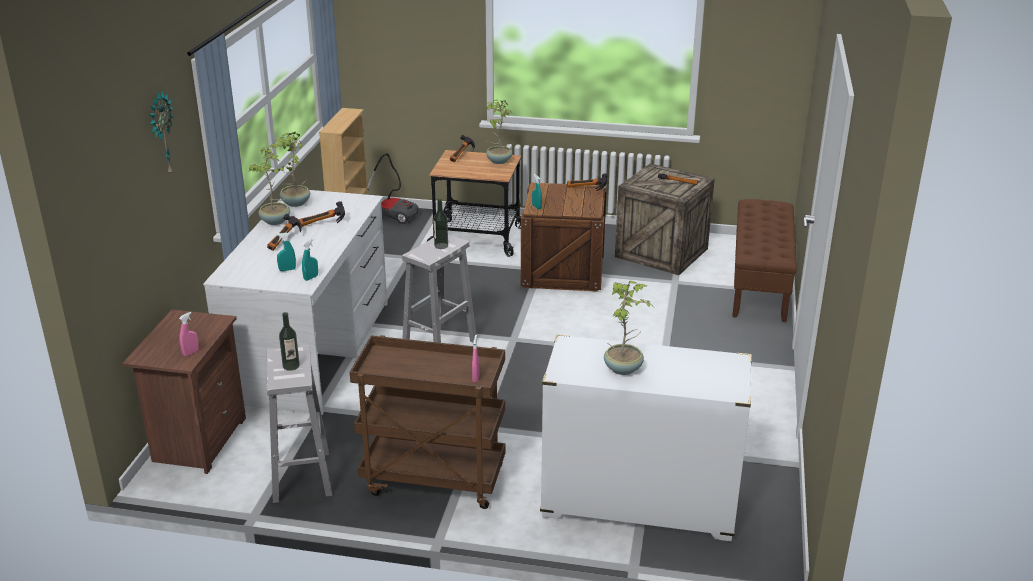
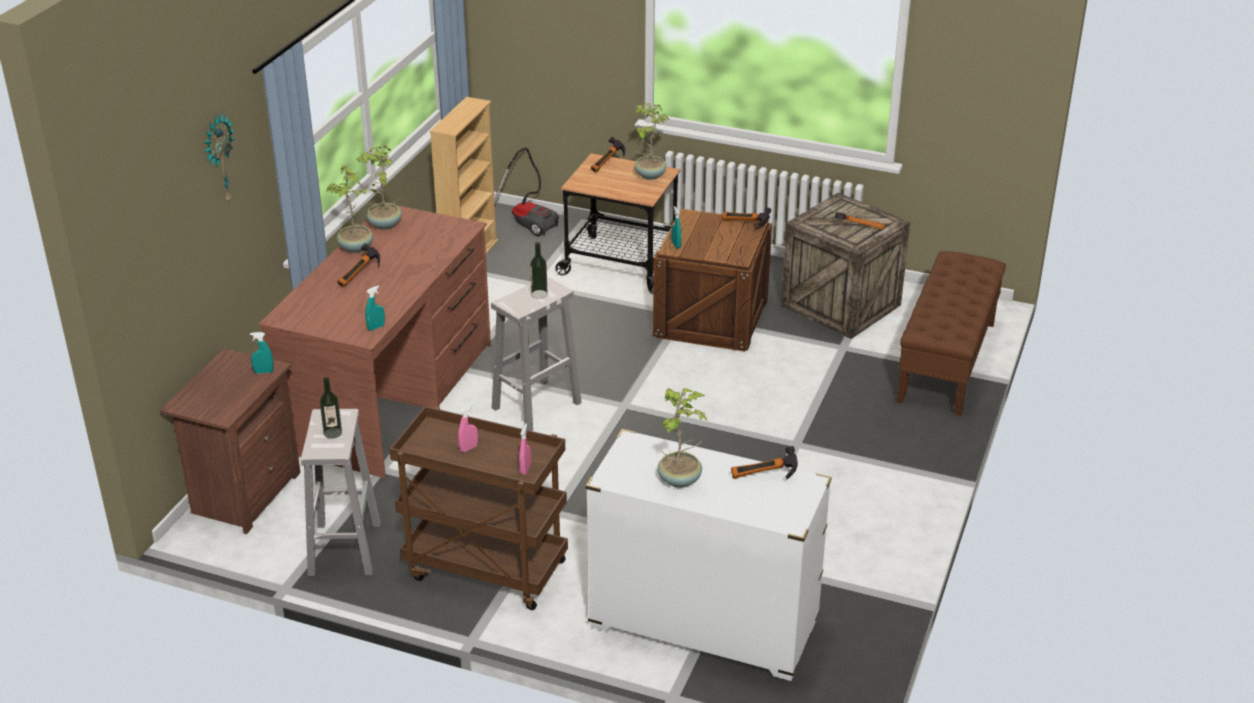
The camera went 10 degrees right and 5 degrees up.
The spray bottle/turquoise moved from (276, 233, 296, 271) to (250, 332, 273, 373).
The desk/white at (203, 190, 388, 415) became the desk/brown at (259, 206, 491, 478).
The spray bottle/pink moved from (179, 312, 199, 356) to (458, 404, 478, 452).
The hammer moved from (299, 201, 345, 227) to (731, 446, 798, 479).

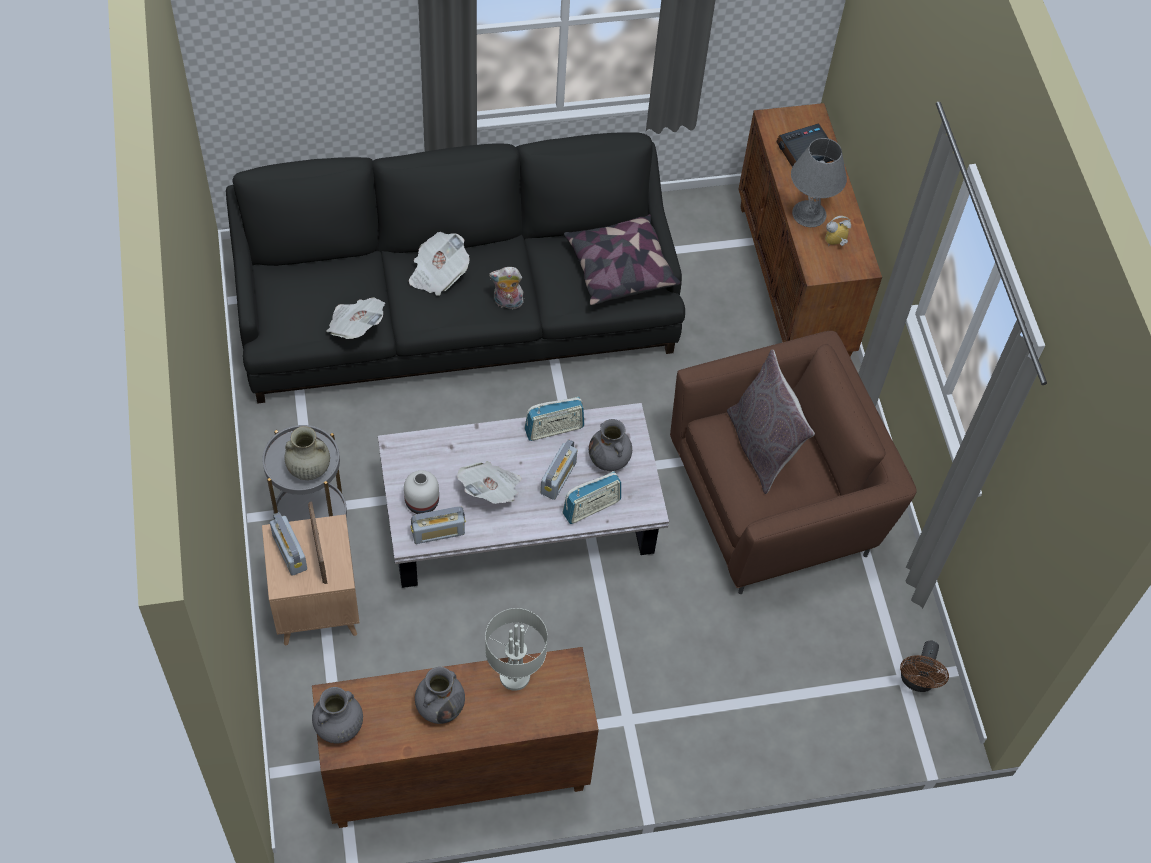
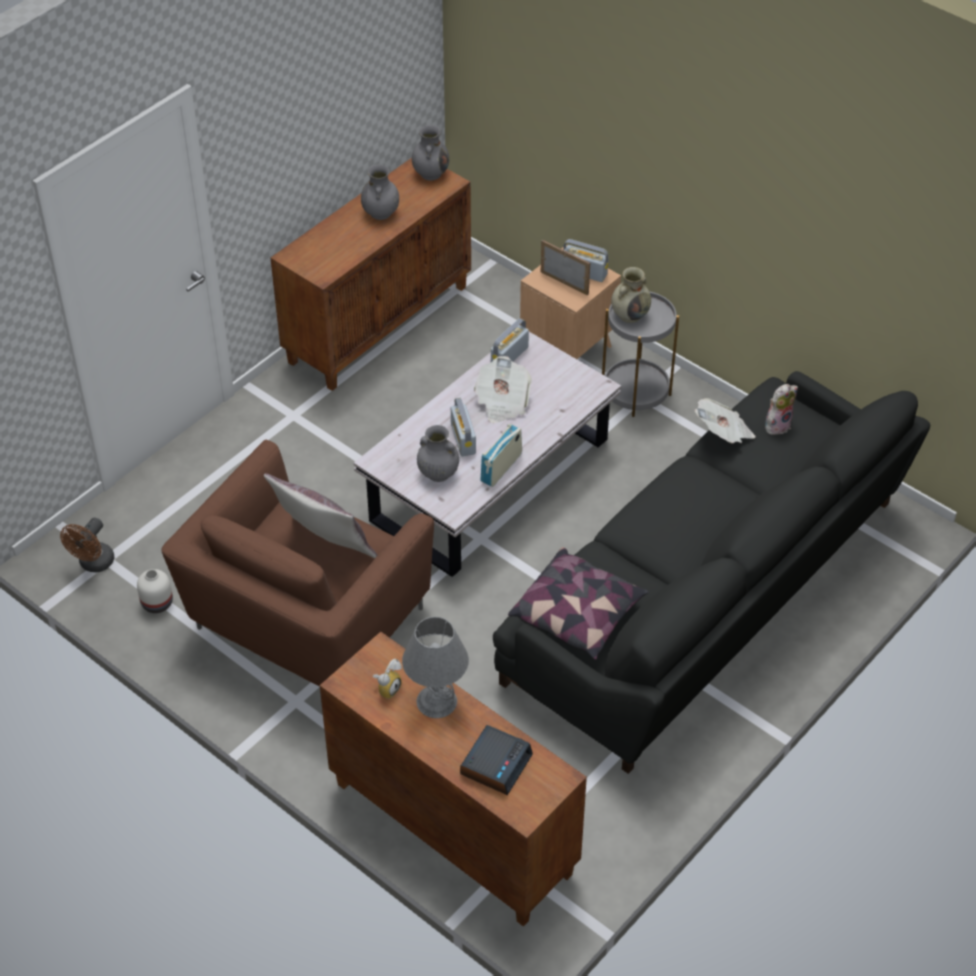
The camera went 145 degrees right and 10 degrees down.
The fan/brown at (900, 640, 949, 692) turned 135 degrees counterclockwise.
The vase/white moved from (404, 470, 439, 514) to (137, 569, 173, 613).
The plush toy moved from (489, 267, 524, 309) to (765, 384, 798, 435).
The newspaper at (409, 232, 470, 296) disappeared.
The table lamp/grey at (485, 608, 548, 691) disappeared.
The radio at (562, 471, 621, 524) disappeared.

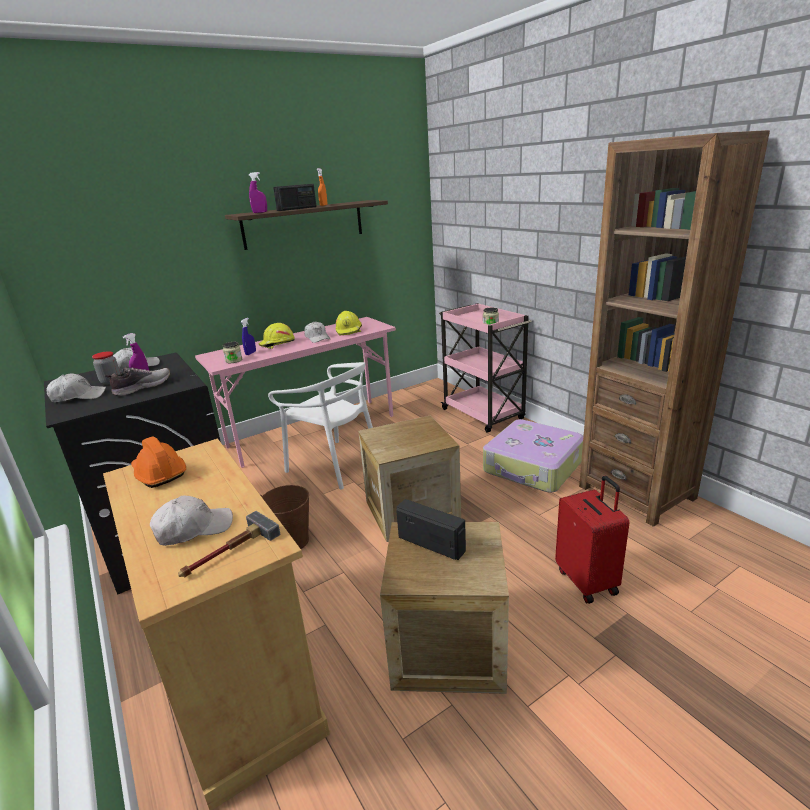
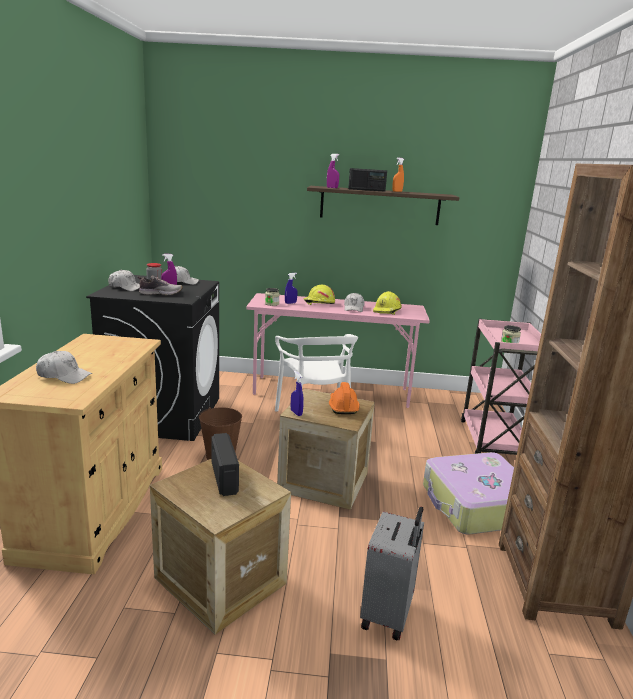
The camera went 35 degrees right and 5 degrees down.
The spray bottle/blue at (291, 371, 304, 416) appeared.
The hard hat/orange moved from (131, 437, 186, 488) to (329, 382, 360, 414).
The suitcase/red at (555, 476, 630, 604) became the suitcase/grey at (360, 507, 424, 641).
The hammer at (178, 511, 280, 577) disappeared.

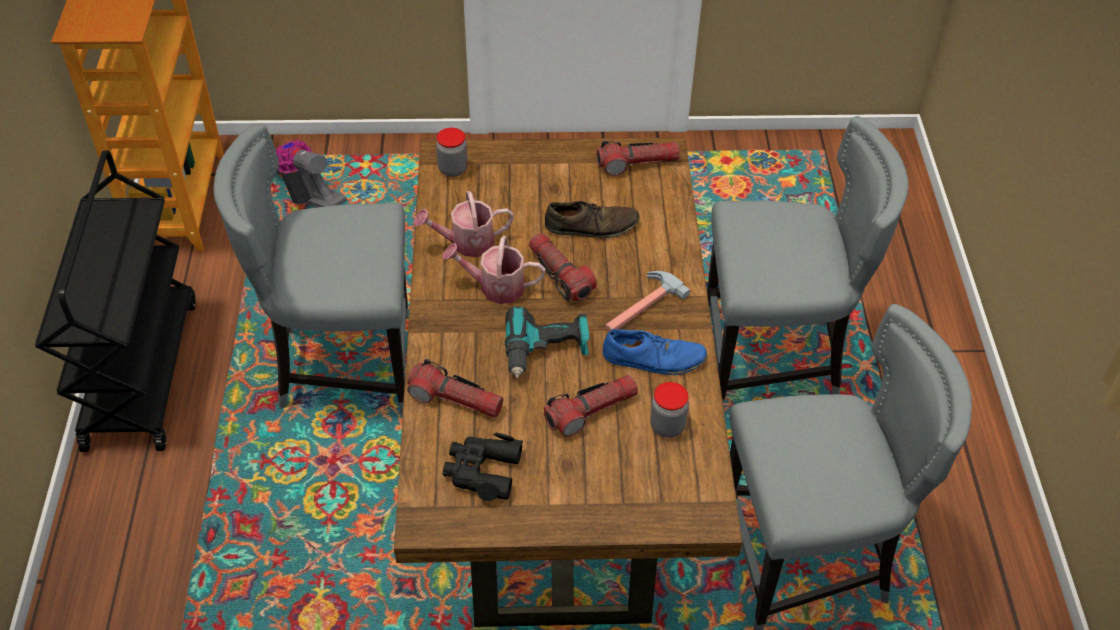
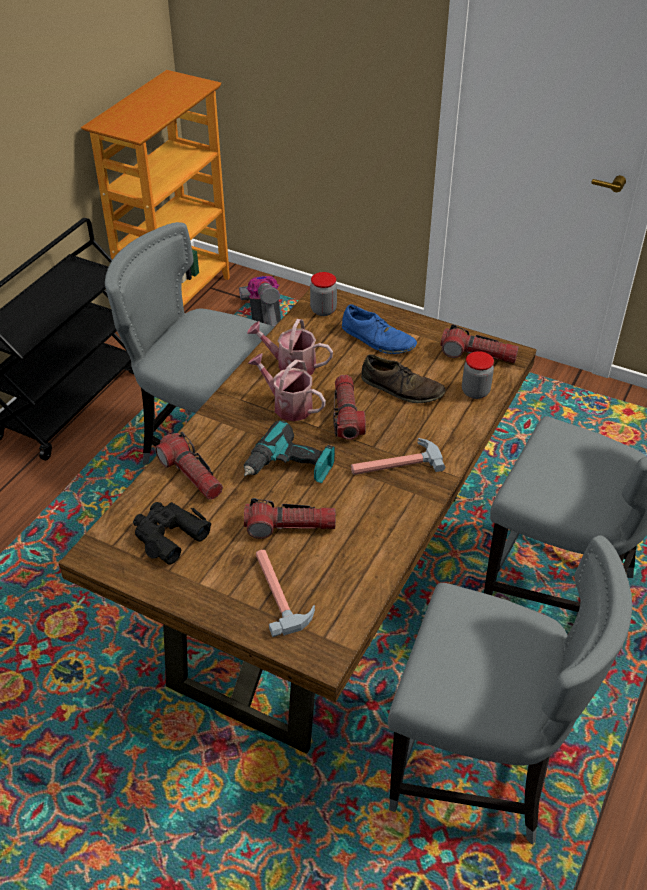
The camera went 30 degrees right and 5 degrees down.
The hammer at (256, 550, 315, 637) appeared.
The shoe/blue moved from (603, 329, 707, 375) to (342, 304, 417, 354).
The jar moved from (650, 382, 689, 438) to (462, 351, 494, 399).

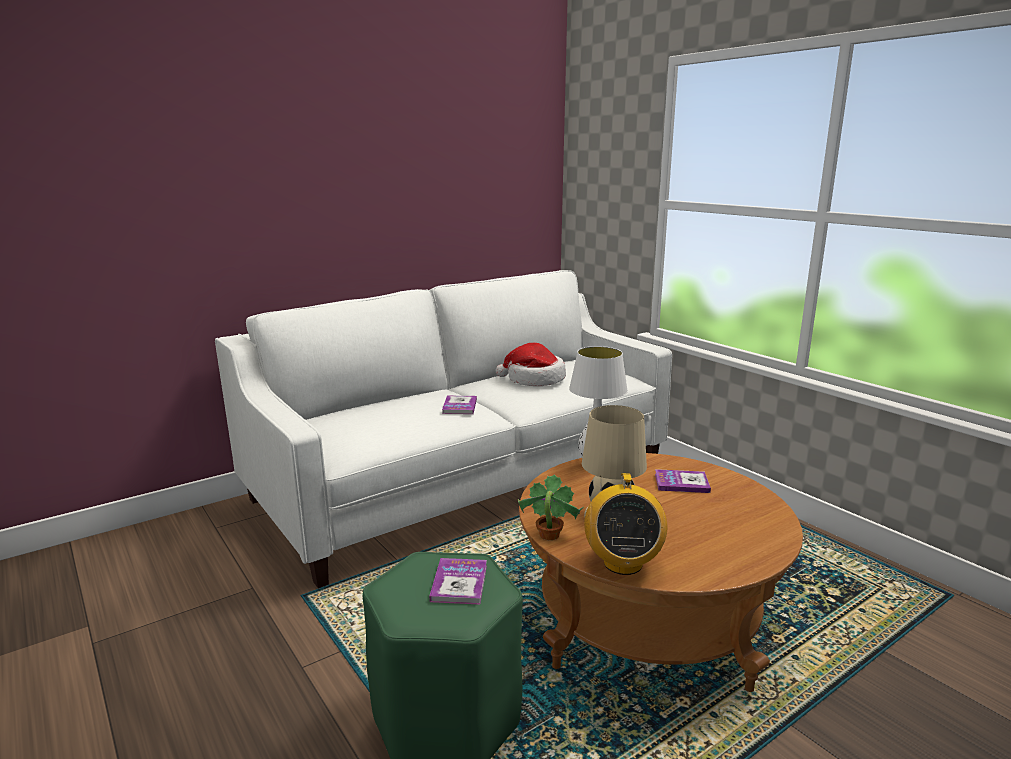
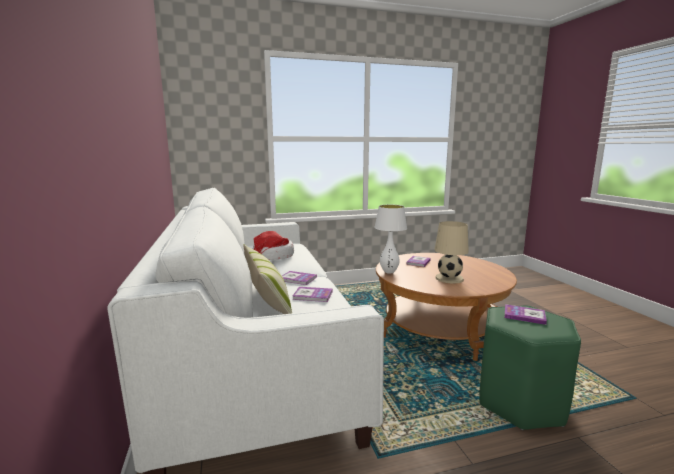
The camera went 70 degrees left and 5 degrees down.
The pillow at (243, 244, 292, 314) appeared.
The book at (292, 287, 332, 302) appeared.
The potted plant at (518, 474, 584, 540) disappeared.
The radio at (584, 473, 667, 575) disappeared.

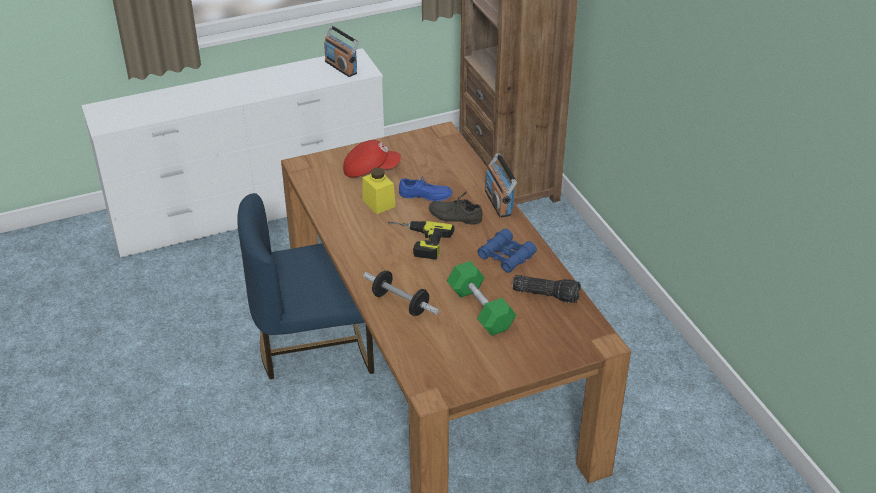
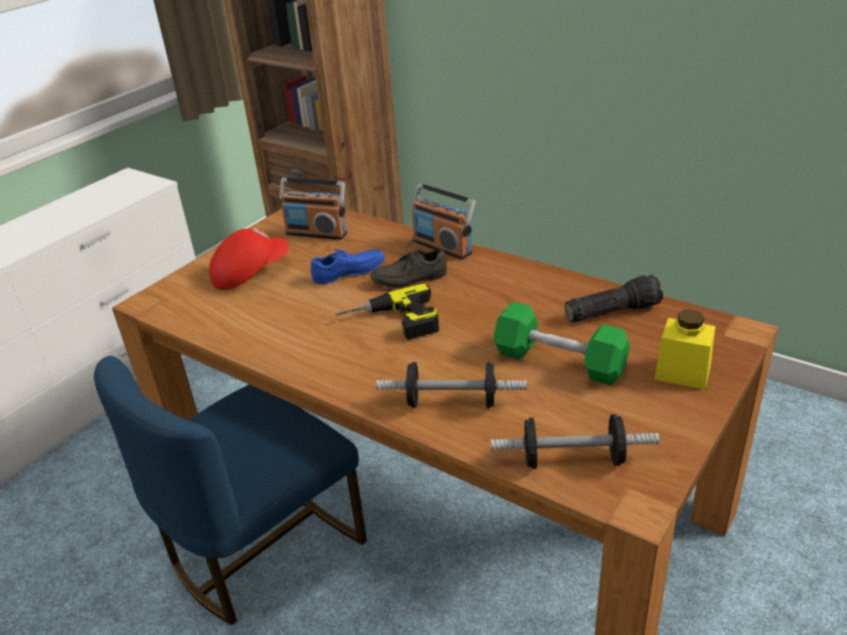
The camera went 30 degrees left and 5 degrees down.
The radio moved from (324, 25, 359, 77) to (279, 177, 347, 240).
The dumbbell at (490, 414, 659, 469) appeared.
The jar/yellow moved from (362, 168, 396, 214) to (654, 309, 715, 390).
The binoculars/blue at (477, 228, 537, 273) disappeared.

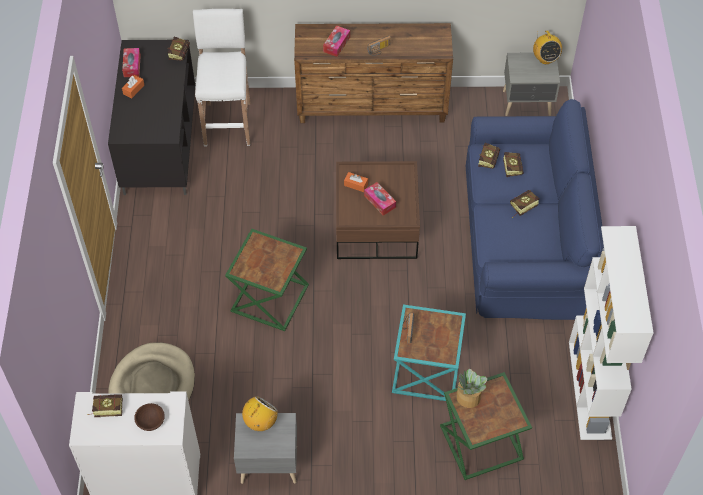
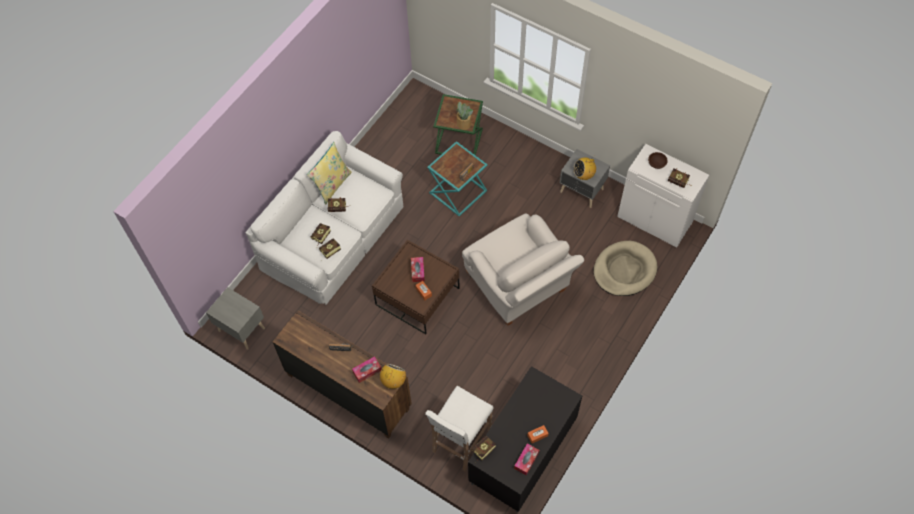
The camera went 145 degrees left and 5 degrees up.
The sofa/blue at (466, 99, 604, 320) became the sofa/white at (246, 131, 404, 305).
The pillow/yellow at (307, 142, 352, 205) appeared.
The radio moved from (533, 30, 562, 64) to (380, 364, 406, 389).
The side table/green at (225, 229, 309, 331) was replaced by the armchair/white at (462, 214, 584, 326).
The bookcase/white at (569, 226, 654, 440) disappeared.

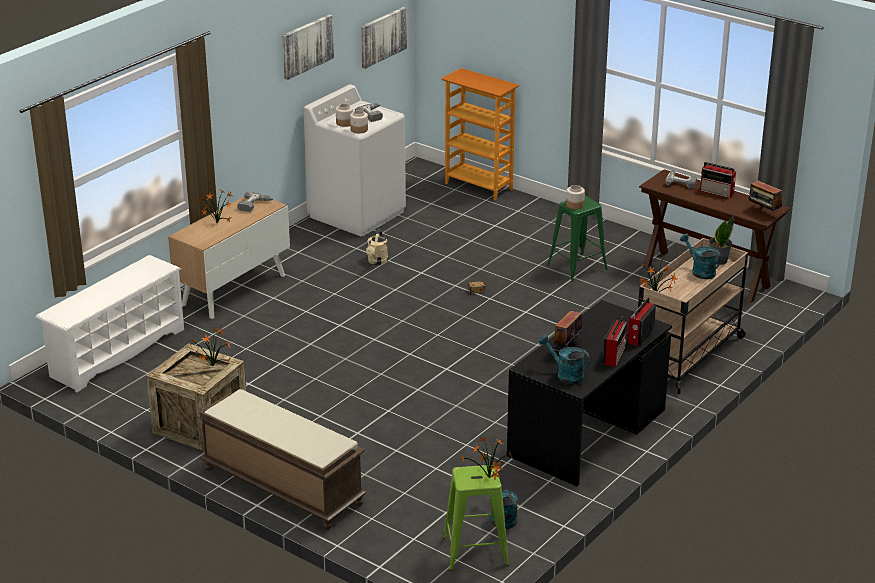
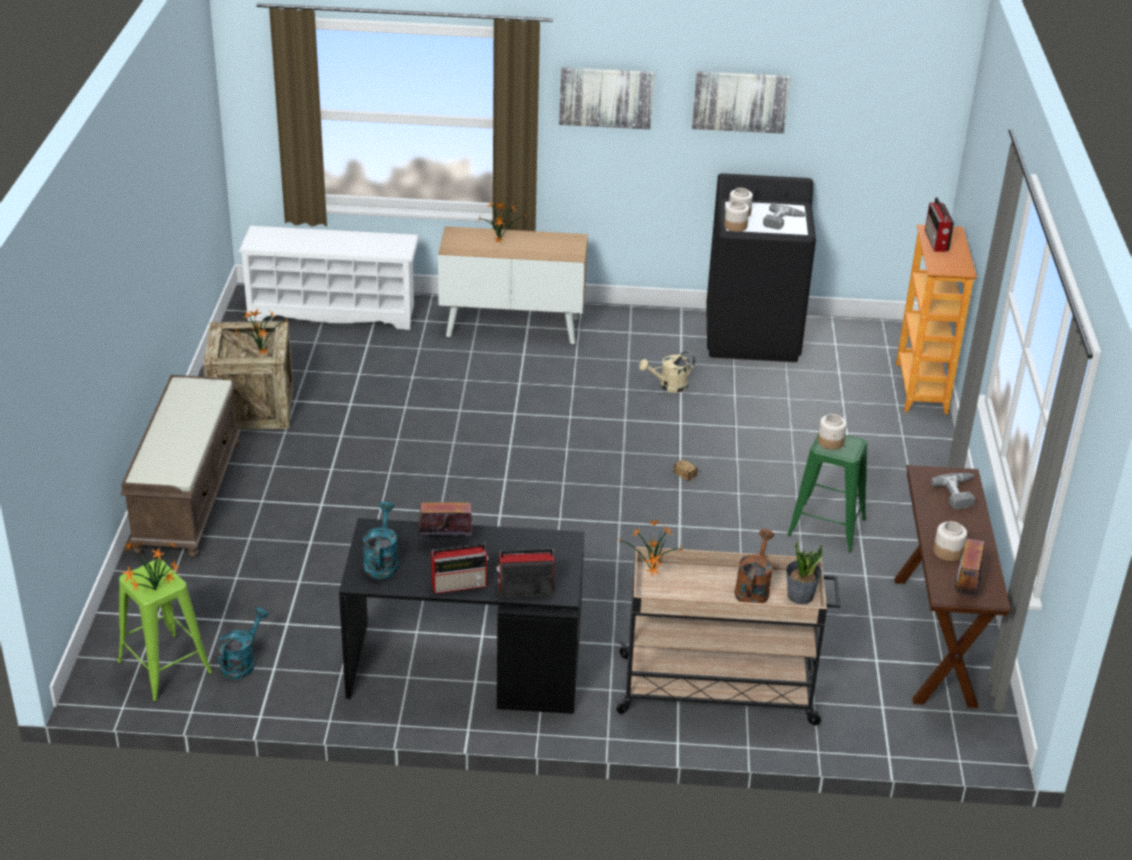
The camera went 55 degrees right and 5 degrees up.
The picture moved from (361, 7, 407, 69) to (559, 67, 654, 130).
The washing machine/white at (304, 84, 406, 236) became the washing machine/black at (706, 173, 816, 362).
The watering can/turquoise at (680, 234, 721, 279) became the watering can/brown at (734, 529, 774, 603).
The radio moved from (700, 162, 737, 198) to (925, 197, 954, 252).
The jar at (933, 521, 967, 561) appeared.
The power drill at (237, 192, 273, 212) disappeared.

